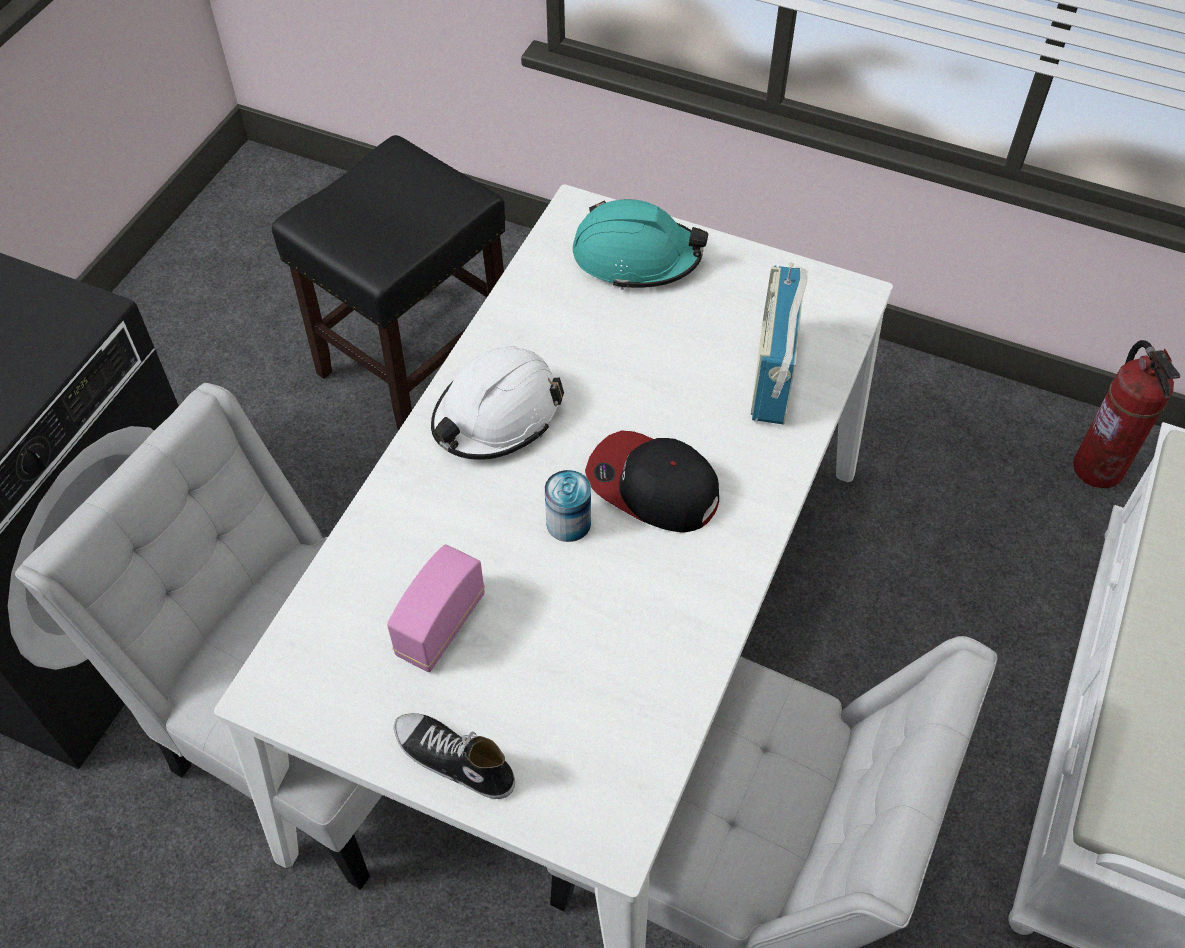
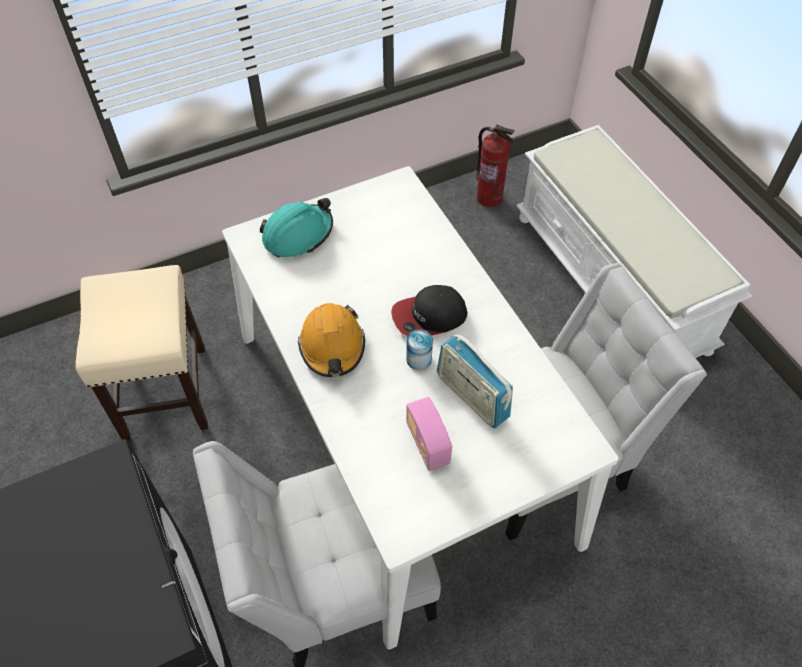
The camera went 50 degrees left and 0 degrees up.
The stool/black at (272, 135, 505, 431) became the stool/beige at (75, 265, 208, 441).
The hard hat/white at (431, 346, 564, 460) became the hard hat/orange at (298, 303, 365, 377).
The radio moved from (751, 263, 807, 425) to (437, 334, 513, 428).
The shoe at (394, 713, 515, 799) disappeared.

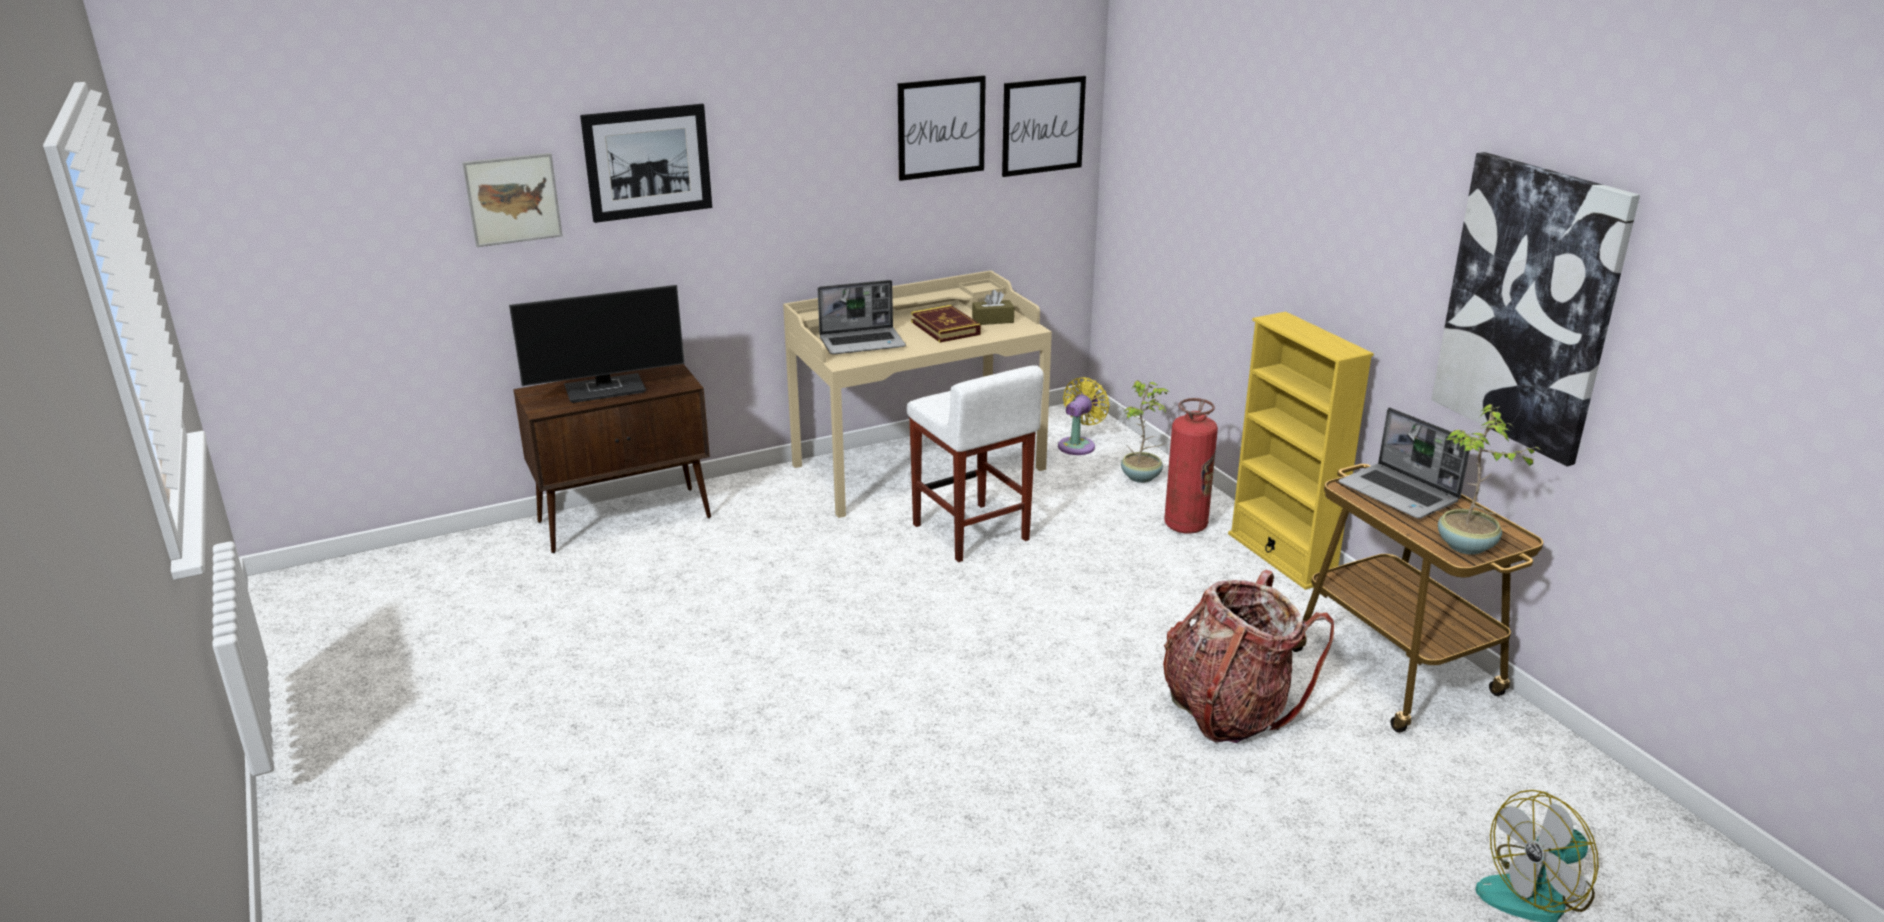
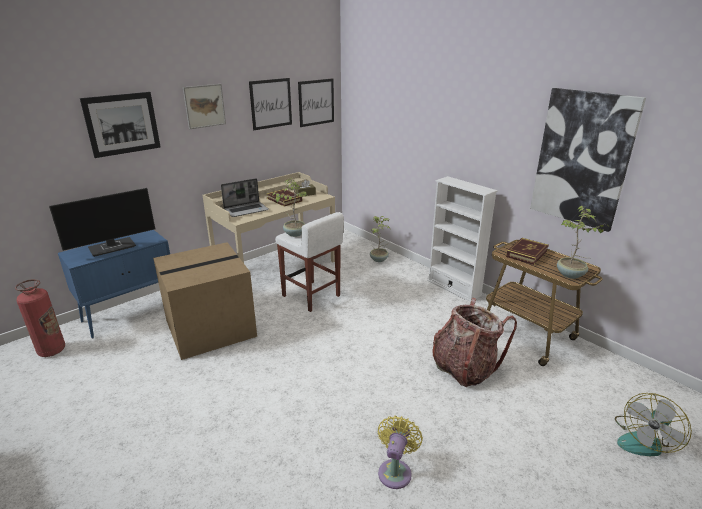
The camera went 15 degrees left and 0 degrees up.
The fire extinguisher moved from (1164, 398, 1218, 534) to (15, 279, 65, 357).
The cabinet/brown at (513, 364, 711, 553) became the cabinet/blue at (58, 230, 170, 339).
The cardboard box at (153, 242, 257, 360) appeared.
The picture moved from (462, 153, 562, 247) to (183, 84, 226, 129).
The potted plant at (272, 178, 307, 237) appeared.
The fan/yellow moved from (1058, 377, 1110, 455) to (378, 416, 423, 489).
The bookcase/yellow at (1228, 312, 1374, 590) became the bookcase/white at (427, 176, 498, 302).
The laptop at (1338, 408, 1470, 519) was replaced by the book at (506, 238, 549, 265).

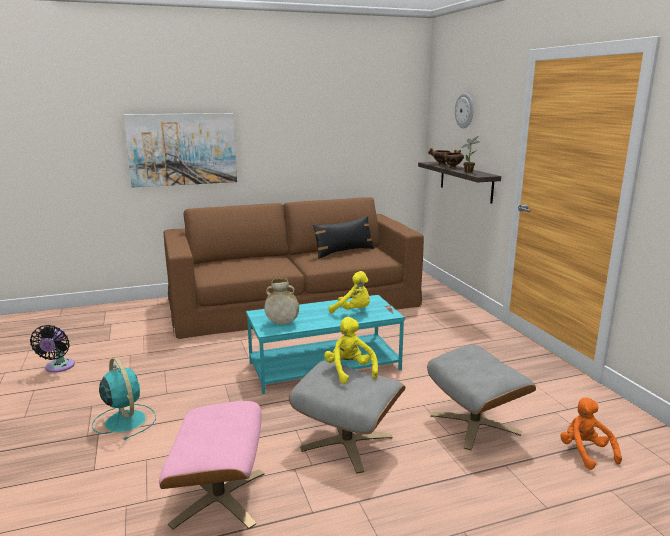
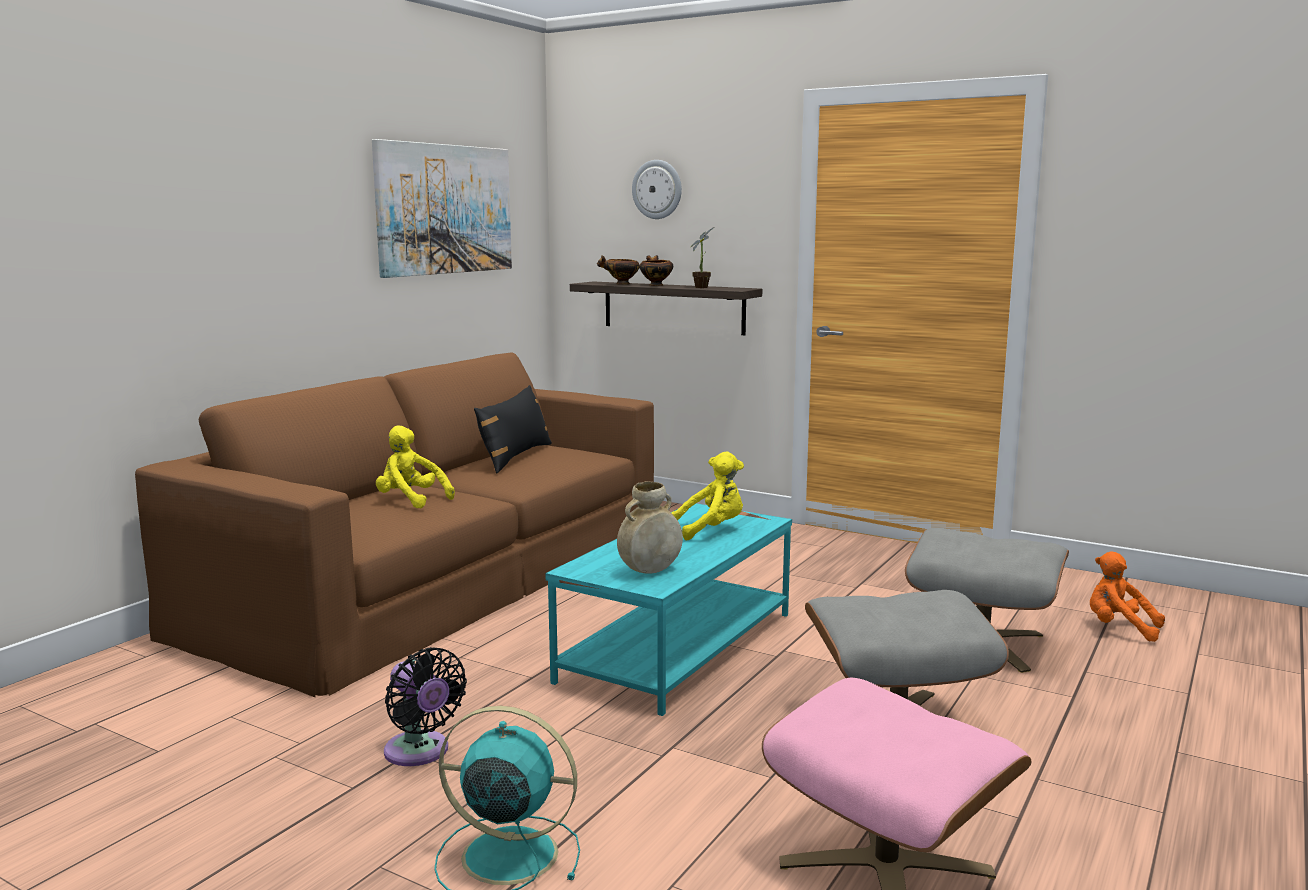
The camera went 40 degrees left and 5 degrees down.
The picture moved from (123, 113, 237, 188) to (372, 139, 512, 278).
The plush toy/yellow moved from (324, 317, 378, 384) to (376, 425, 455, 508).
The fan/black moved from (30, 325, 75, 373) to (384, 647, 467, 766).

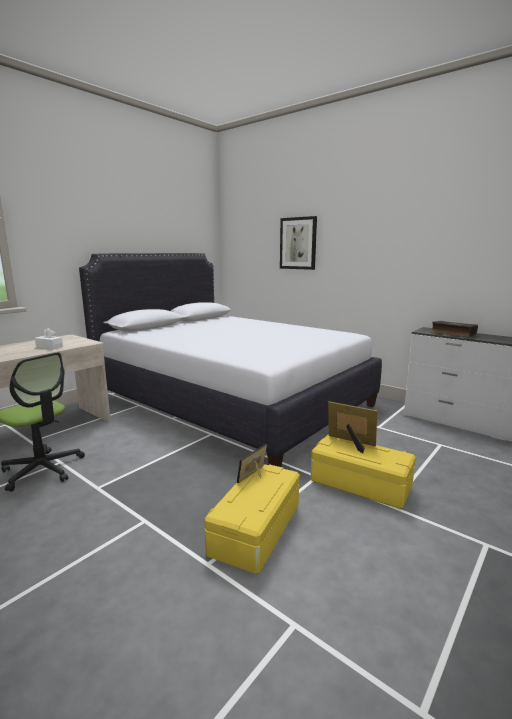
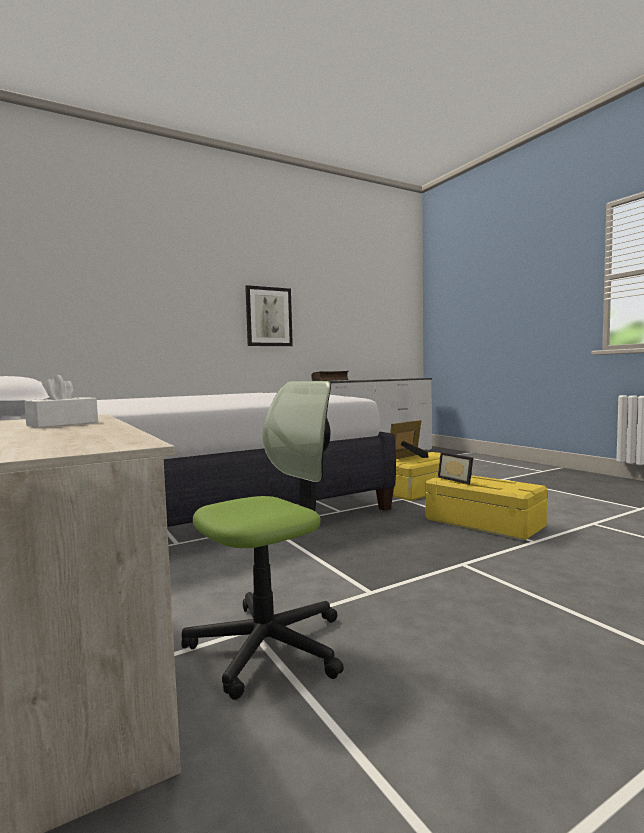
The camera went 70 degrees left and 10 degrees down.
The picture moved from (280, 216, 317, 270) to (245, 285, 293, 346).

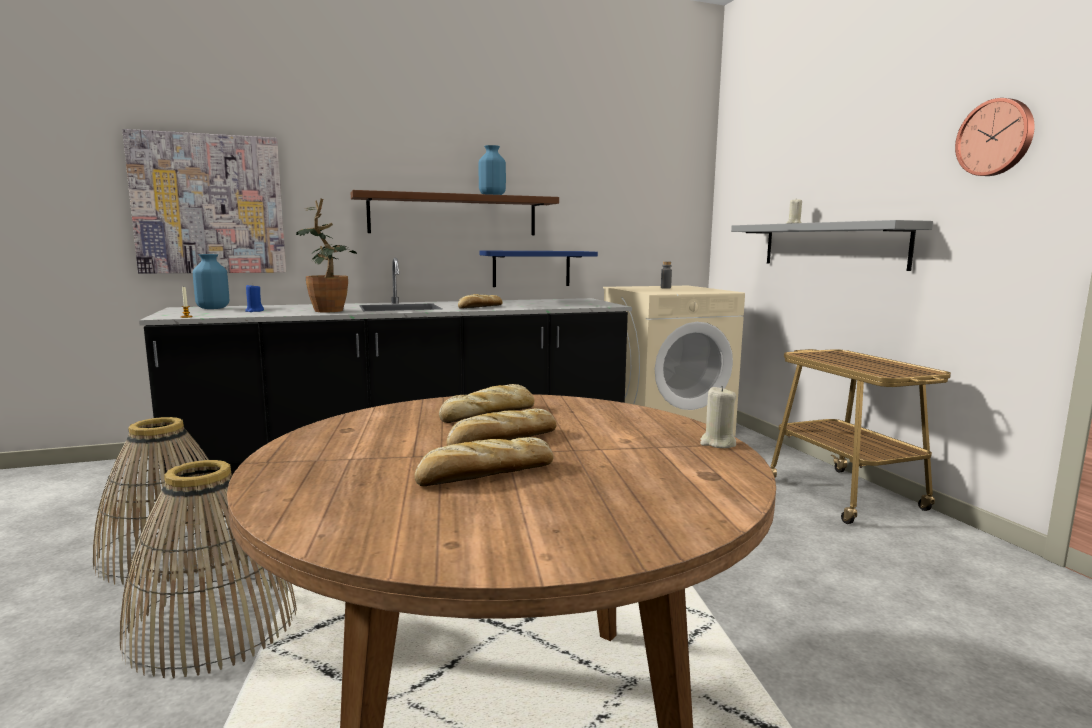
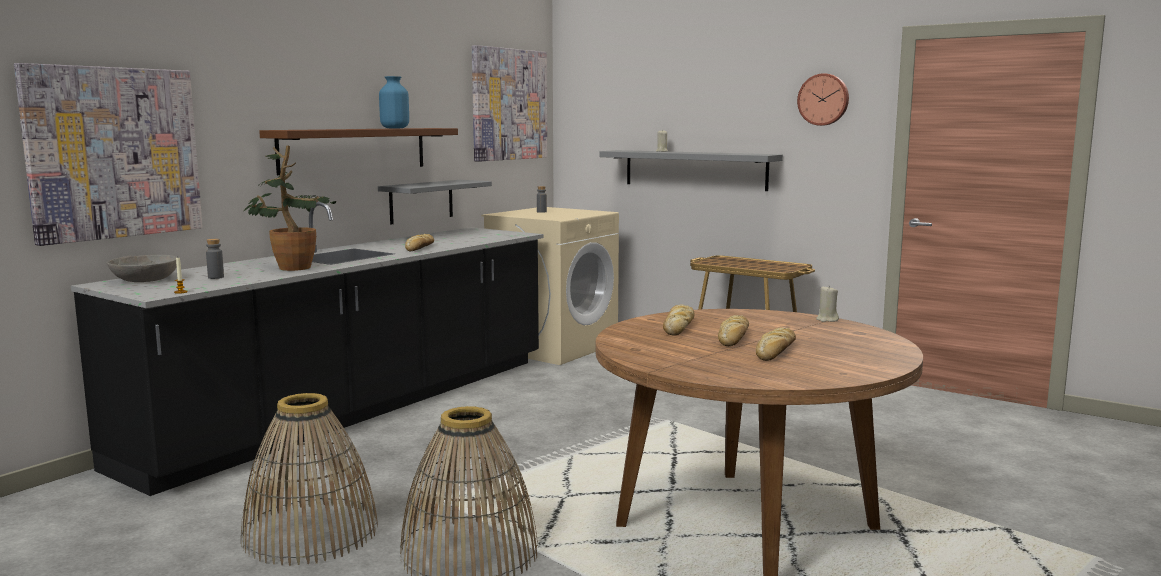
The camera went 35 degrees left and 0 degrees up.
The vase/blue at (193, 254, 229, 309) was replaced by the bowl/grey at (107, 255, 178, 282).
The candle/blue at (245, 284, 264, 312) was replaced by the bottle/grey at (206, 239, 224, 279).
The shelf/blue at (479, 251, 598, 287) became the shelf/grey at (378, 180, 492, 224).
The picture at (472, 45, 547, 162) appeared.

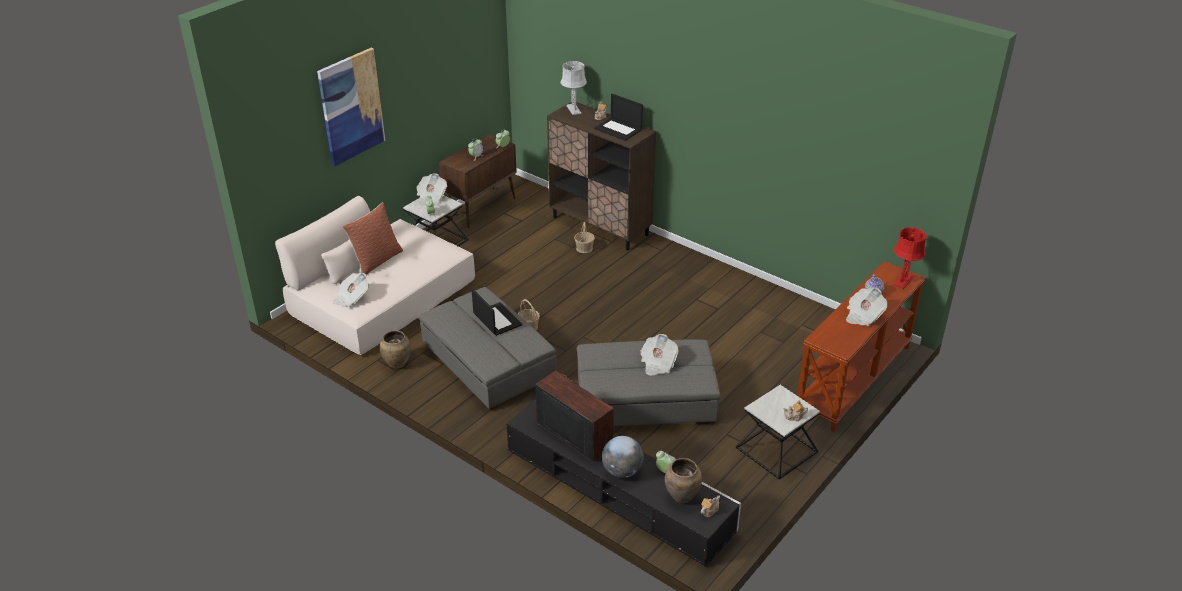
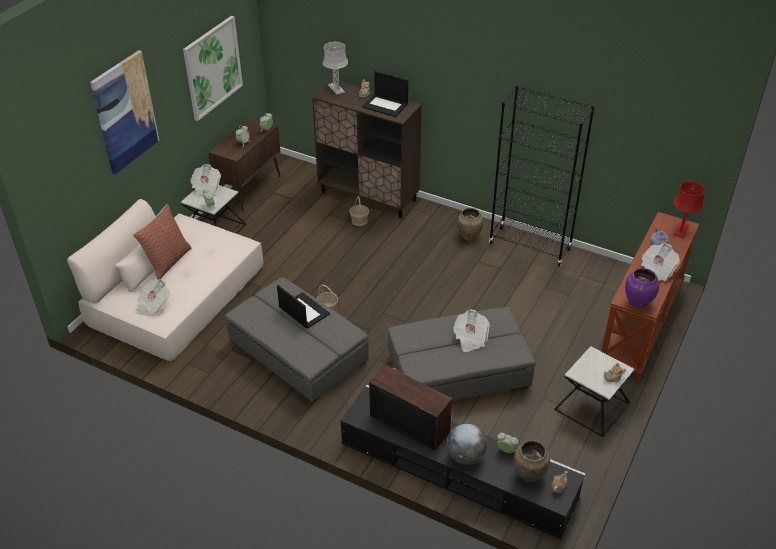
The camera went 10 degrees left and 5 degrees up.
The picture at (183, 16, 243, 121) appeared.
The vase/brown moved from (380, 330, 411, 369) to (457, 208, 483, 241).
The bookcase/black at (489, 85, 595, 266) appeared.
The vase/purple at (625, 268, 659, 308) appeared.

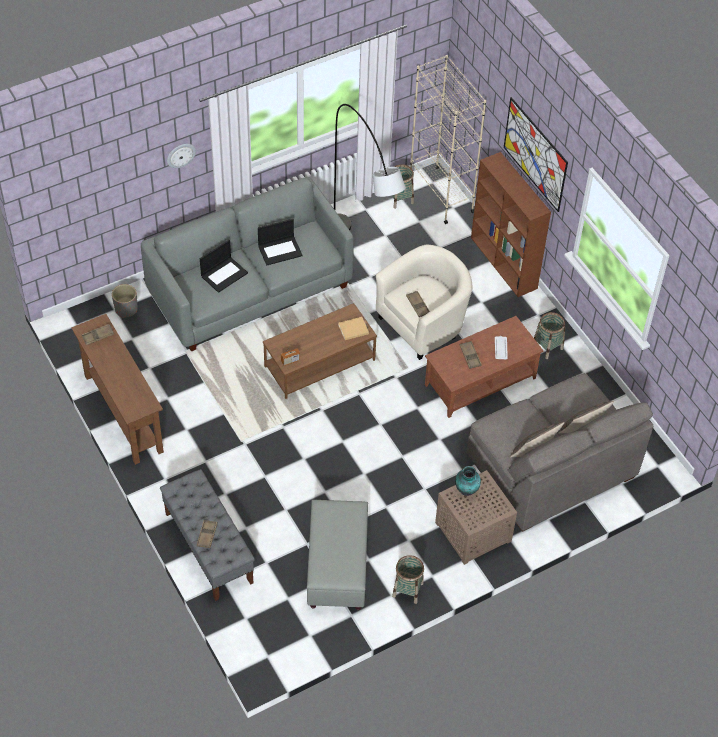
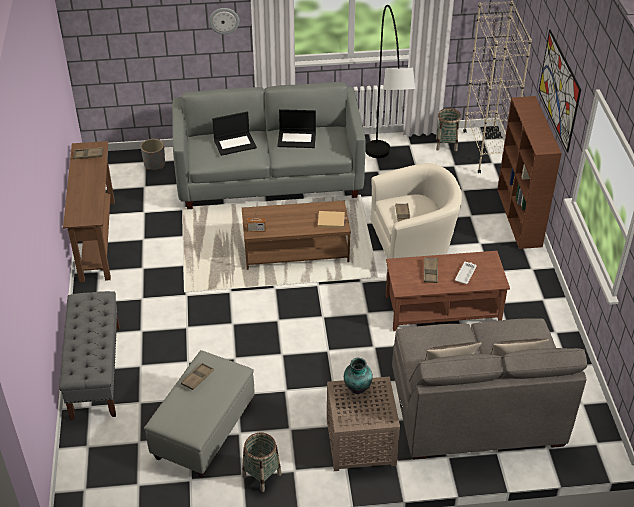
The camera went 25 degrees right and 10 degrees down.
The tray/brown moved from (197, 520, 218, 548) to (181, 363, 214, 390).
The basket at (534, 312, 565, 359) disappeared.

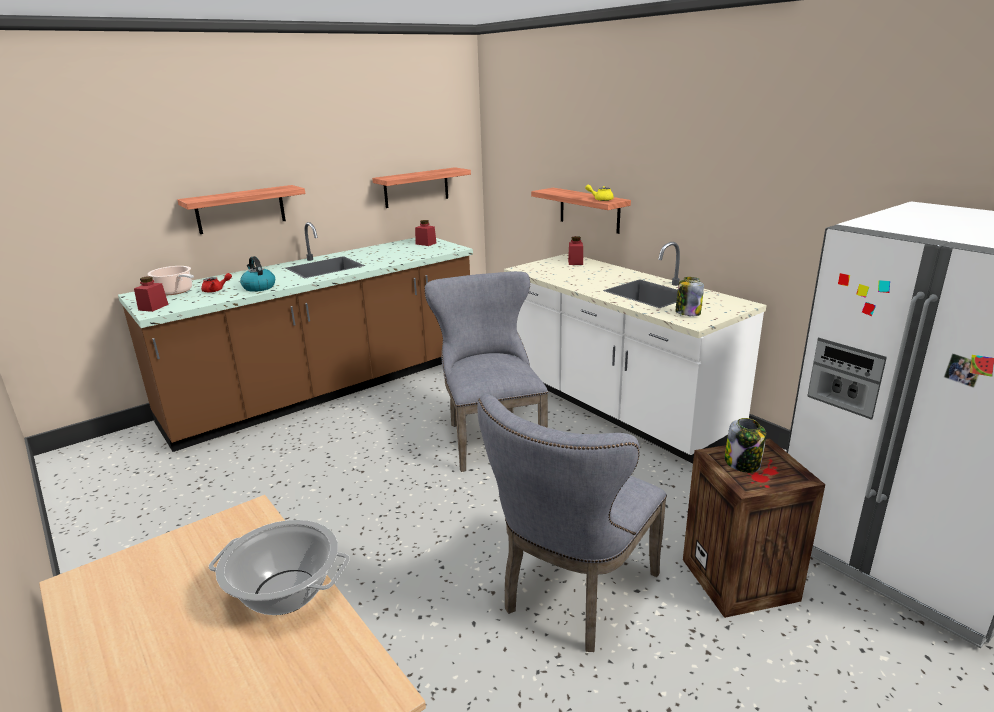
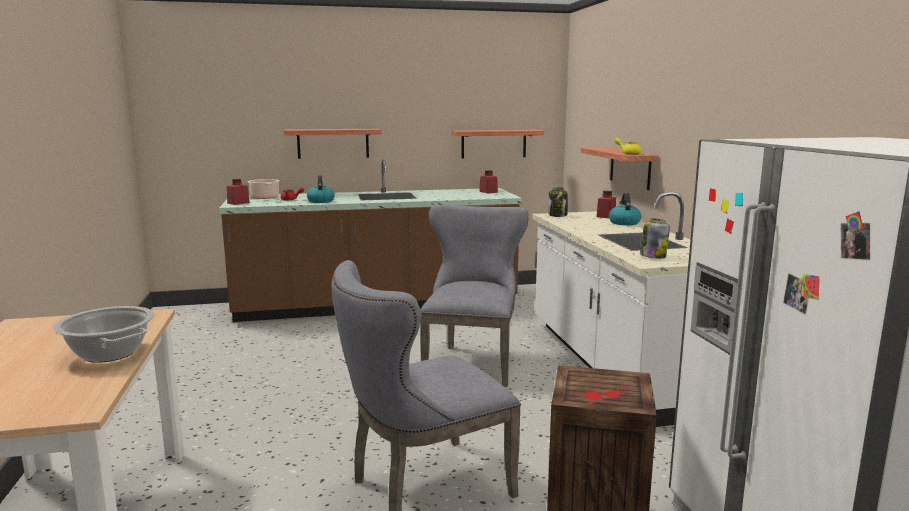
The camera went 25 degrees right and 10 degrees down.
The jar moved from (724, 418, 766, 473) to (549, 187, 568, 217).
The kettle at (609, 193, 641, 225) appeared.

